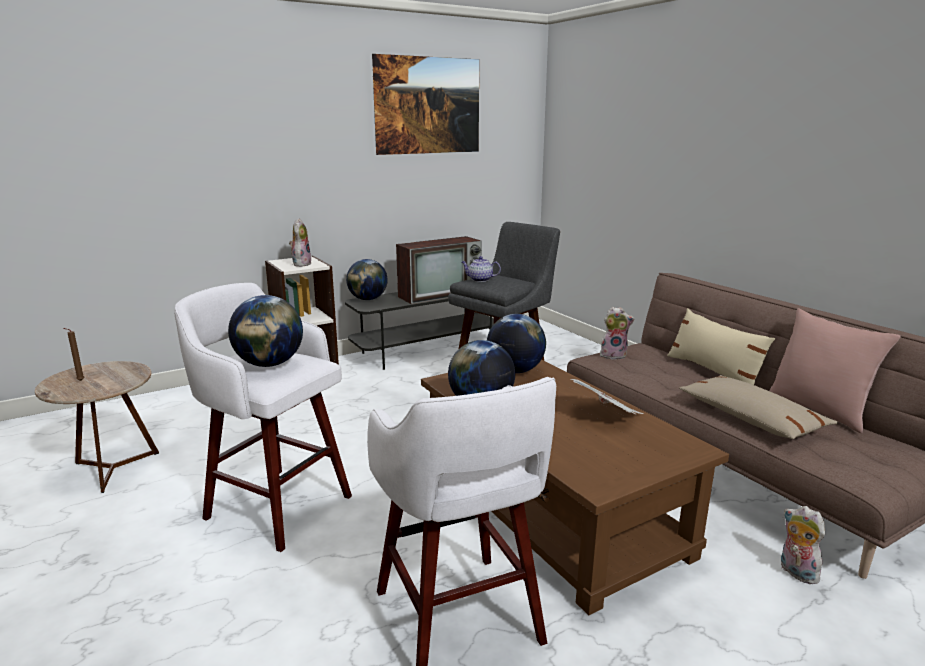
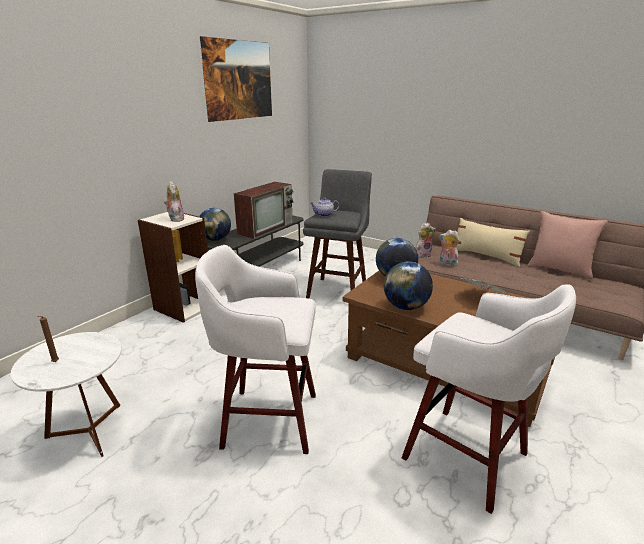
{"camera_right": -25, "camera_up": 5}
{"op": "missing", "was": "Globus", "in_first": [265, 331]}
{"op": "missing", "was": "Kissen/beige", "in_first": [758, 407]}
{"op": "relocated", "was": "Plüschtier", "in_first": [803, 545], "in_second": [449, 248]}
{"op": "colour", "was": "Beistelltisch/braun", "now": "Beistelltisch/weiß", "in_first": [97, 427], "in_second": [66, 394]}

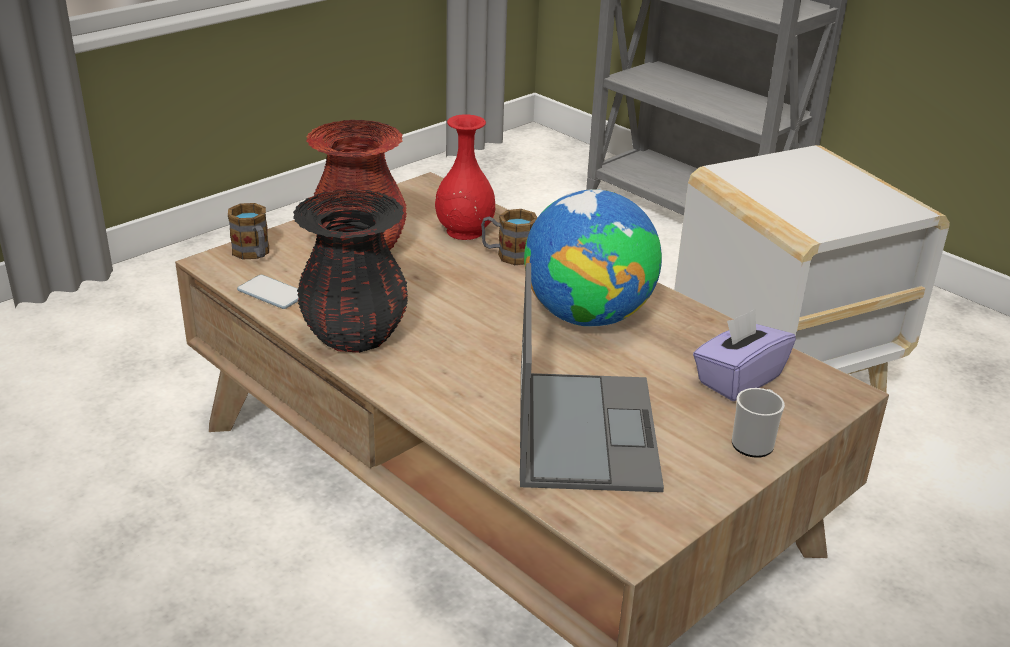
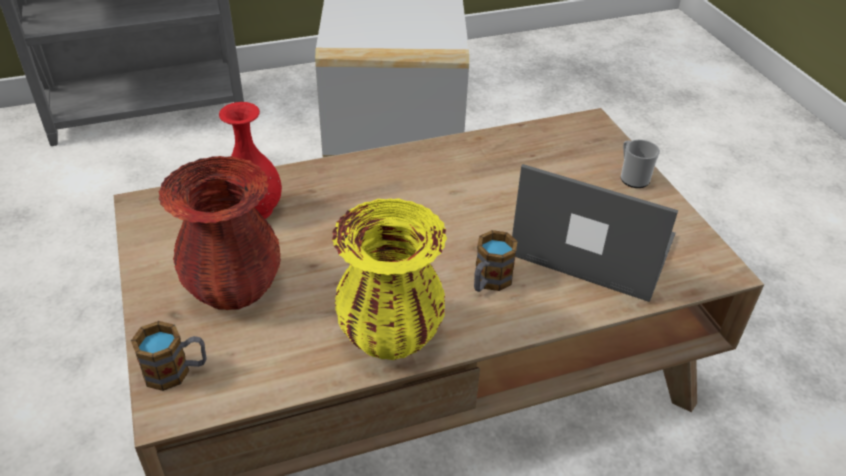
{"camera_right": -65, "camera_up": 10}
{"op": "missing", "was": "Handy", "in_first": [268, 292]}
{"op": "missing", "was": "Globus", "in_first": [593, 258]}
{"op": "missing", "was": "Taschentuchbox/lila", "in_first": [744, 355]}
{"op": "relocated", "was": "Henkelbecher", "in_first": [509, 237], "in_second": [496, 261]}
{"op": "colour", "was": "Vase/schwarz", "now": "Vase/gelb", "in_first": [350, 271], "in_second": [389, 279]}

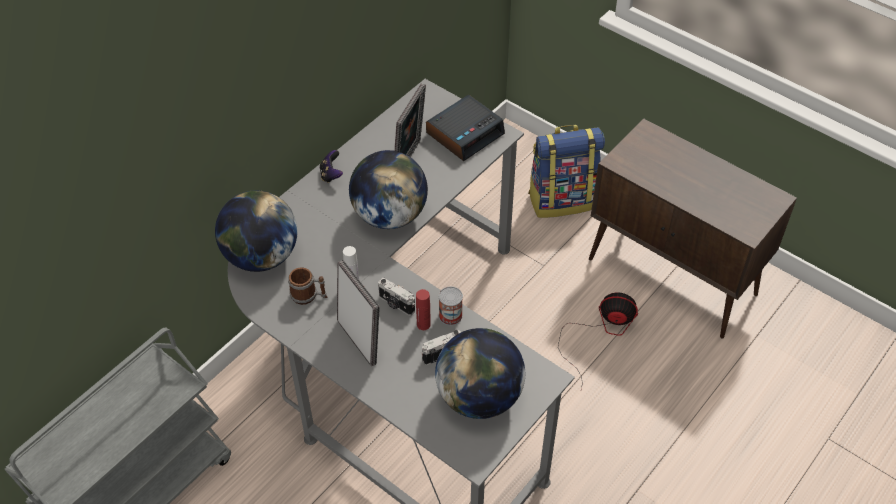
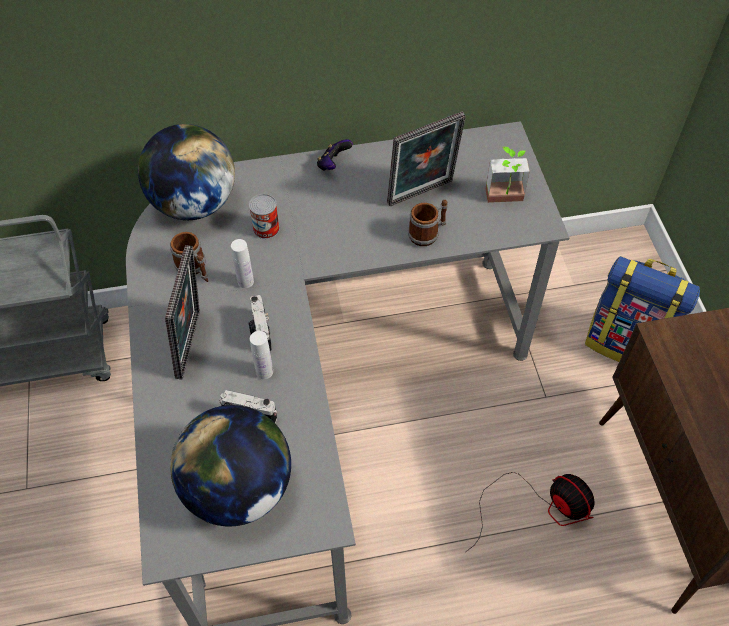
{"camera_right": 40, "camera_up": 5}
{"op": "missing", "was": "Globus", "in_first": [388, 189]}
{"op": "appeared", "now": "Henkelbecher", "in_second": [428, 223]}
{"op": "relocated", "was": "Dose", "in_first": [451, 306], "in_second": [264, 216]}
{"op": "exchanged", "was": "Wecker", "now": "Topfpflanze", "in_first": [465, 128], "in_second": [508, 175]}
{"op": "colour", "was": "Flasche/rot", "now": "Flasche/weiß", "in_first": [423, 309], "in_second": [261, 355]}

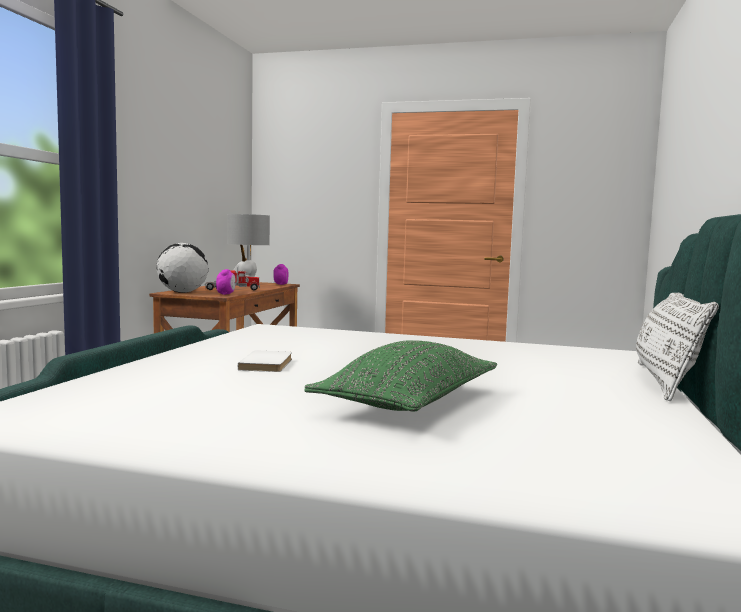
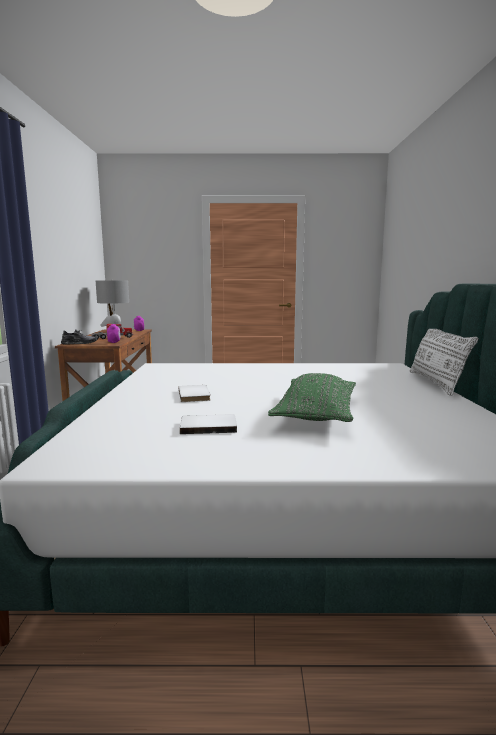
{"camera_right": -15, "camera_up": 5}
{"op": "appeared", "now": "Buch/weiß", "in_second": [208, 424]}
{"op": "exchanged", "was": "Globus", "now": "Schuh/grau", "in_first": [182, 268], "in_second": [79, 337]}

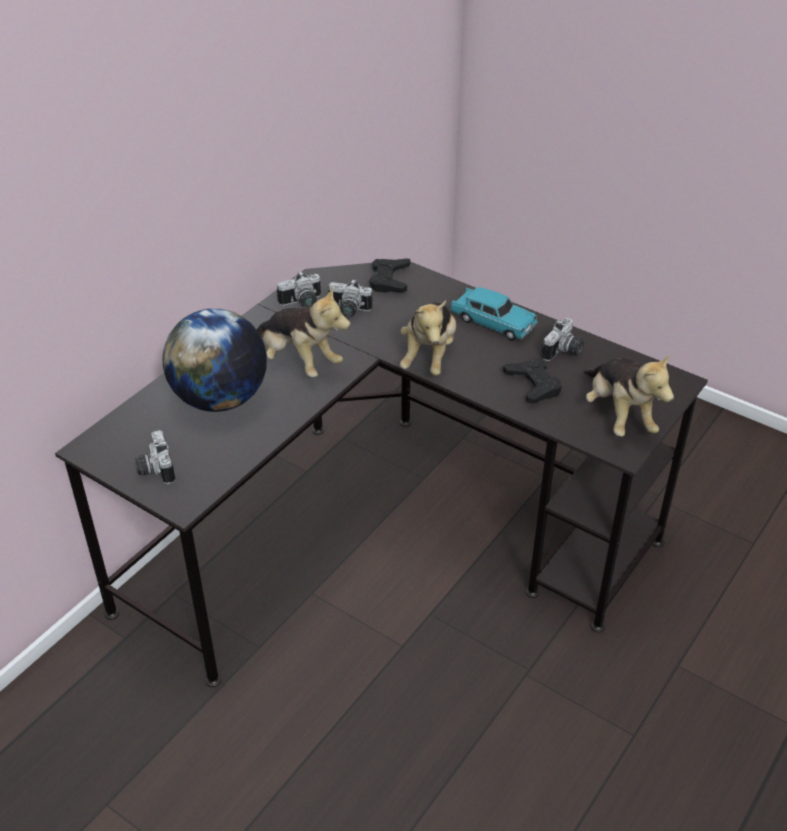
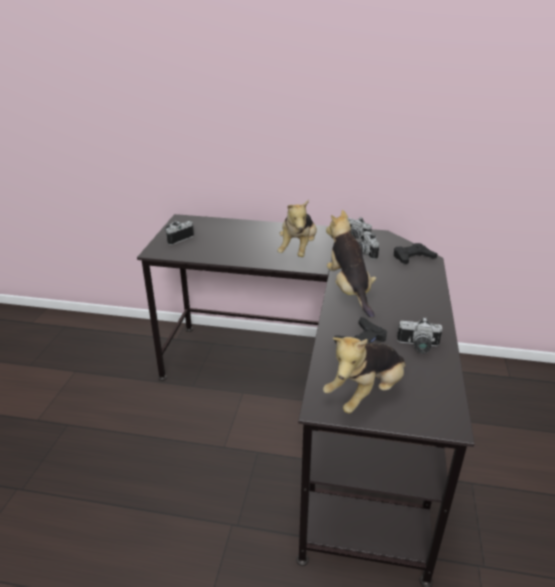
{"camera_right": 65, "camera_up": -10}
{"op": "missing", "was": "Globus", "in_first": [214, 360]}
{"op": "missing", "was": "Spielzeugauto/türkis", "in_first": [494, 313]}
{"op": "spun", "was": "Plüschtier", "in_first": [428, 338], "in_second": [351, 264], "clockwise": 90}

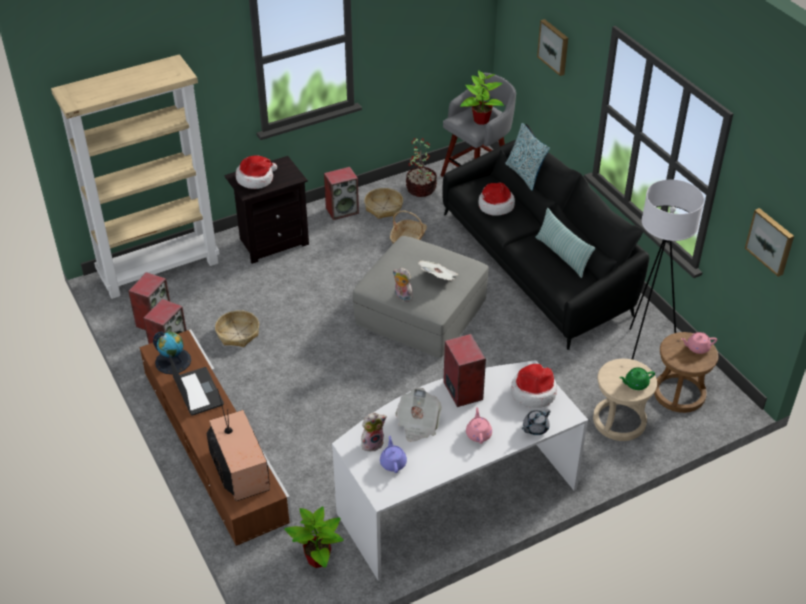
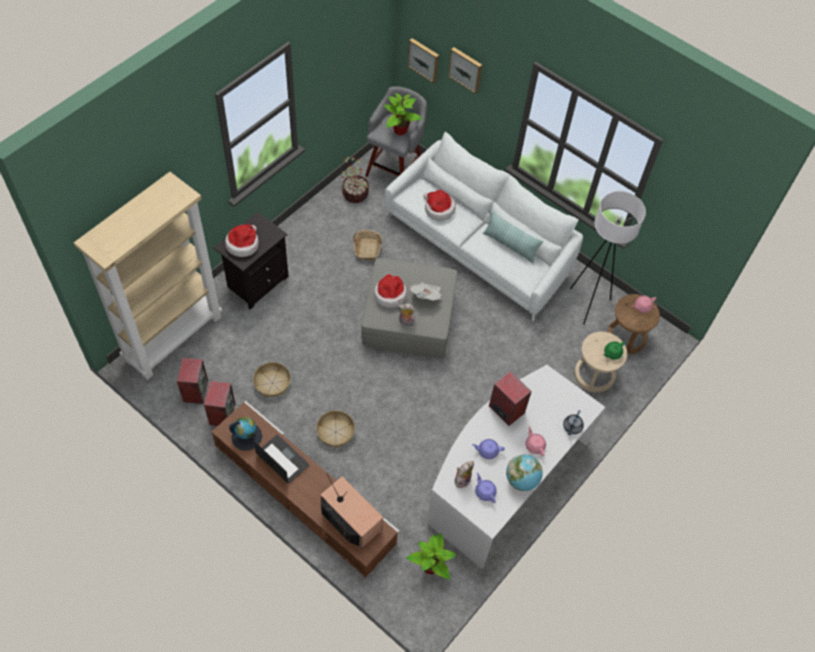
{"camera_right": -25, "camera_up": 15}
{"op": "missing", "was": "Lautsprecher", "in_first": [341, 193]}
{"op": "missing", "was": "Kissen", "in_first": [527, 157]}
{"op": "appeared", "now": "Globus", "in_second": [524, 472]}
{"op": "relocated", "was": "Korb", "in_first": [383, 203], "in_second": [335, 429]}
{"op": "relocated", "was": "Hut", "in_first": [534, 386], "in_second": [390, 290]}
{"op": "relocated", "was": "Bild", "in_first": [769, 242], "in_second": [423, 60]}
{"op": "exchanged", "was": "Zeitung", "now": "Teekanne/lila", "in_first": [418, 415], "in_second": [488, 449]}
{"op": "colour", "was": "Sofa/schwarz", "now": "Sofa/weiß", "in_first": [545, 237], "in_second": [483, 227]}

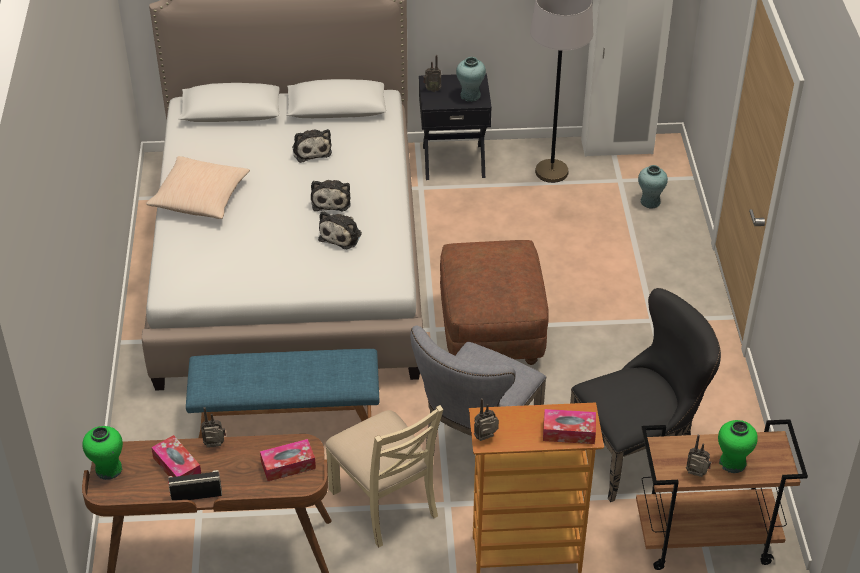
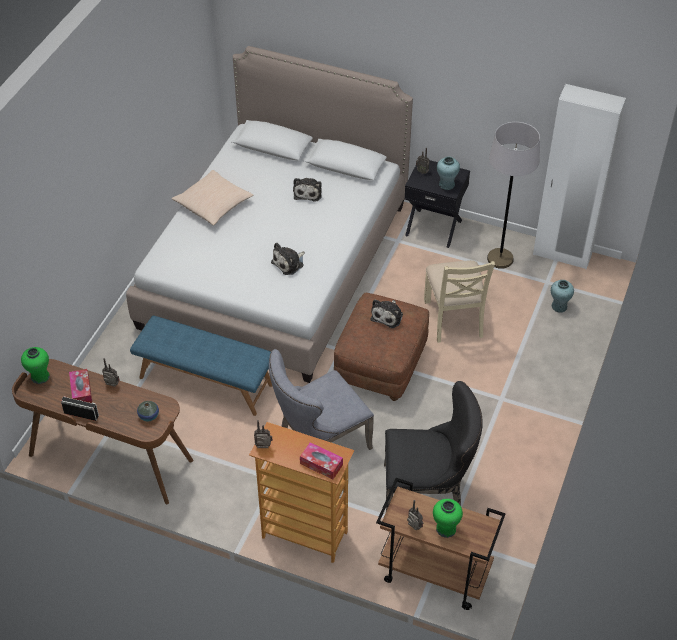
{"camera_right": 25, "camera_up": 5}
{"op": "relocated", "was": "Plüschtier", "in_first": [331, 196], "in_second": [386, 313]}
{"op": "relocated", "was": "Stuhl/beige", "in_first": [384, 476], "in_second": [459, 301]}
{"op": "exchanged", "was": "Taschentuchbox", "now": "Vase", "in_first": [288, 460], "in_second": [148, 411]}

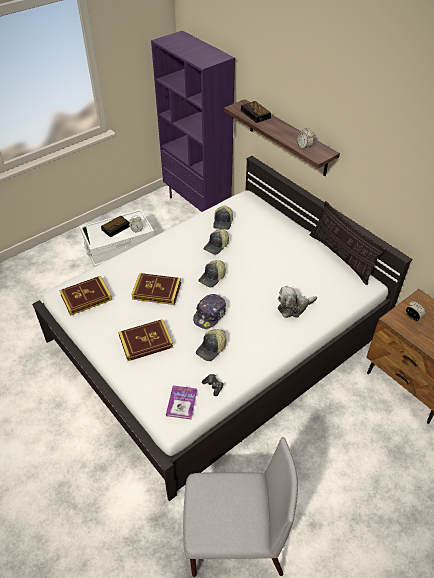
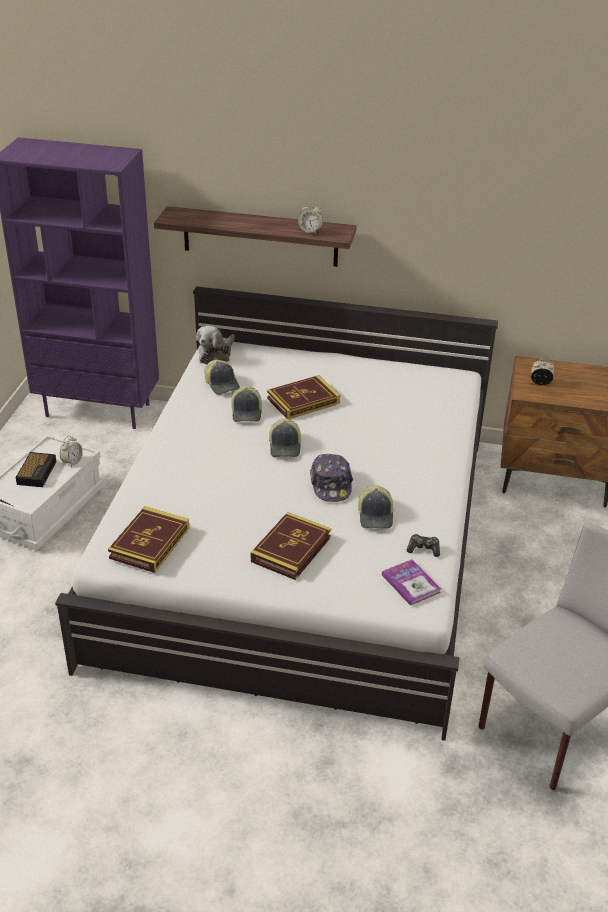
{"camera_right": -40, "camera_up": -10}
{"op": "missing", "was": "Wecker", "in_first": [256, 112]}
{"op": "missing", "was": "Kissen", "in_first": [348, 243]}
{"op": "relocated", "was": "Buch", "in_first": [156, 289], "in_second": [303, 397]}
{"op": "relocated", "was": "Plüschtier", "in_first": [297, 302], "in_second": [215, 345]}

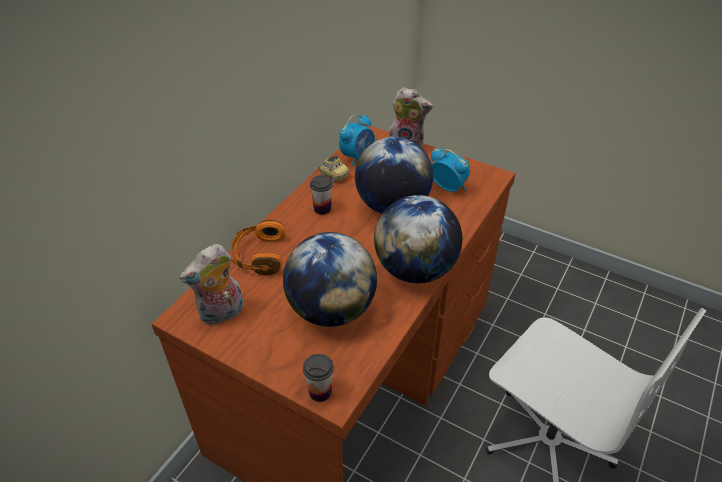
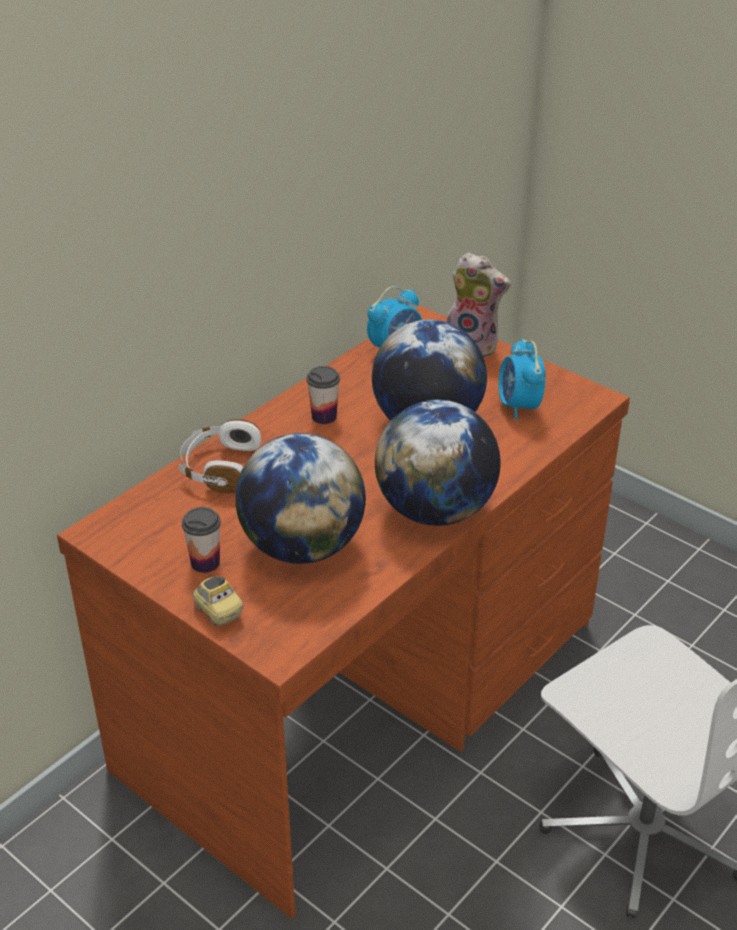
{"camera_right": 10, "camera_up": -5}
{"op": "missing", "was": "Plüschtier", "in_first": [211, 284]}
{"op": "relocated", "was": "Tasse", "in_first": [318, 378], "in_second": [201, 540]}
{"op": "relocated", "was": "Spielzeugauto", "in_first": [334, 168], "in_second": [218, 601]}
{"op": "colour", "was": "Kopfhörer/orange", "now": "Kopfhörer/weiß", "in_first": [258, 247], "in_second": [219, 456]}
{"op": "spun", "was": "Wecker", "in_first": [450, 170], "in_second": [522, 379], "clockwise": -150}

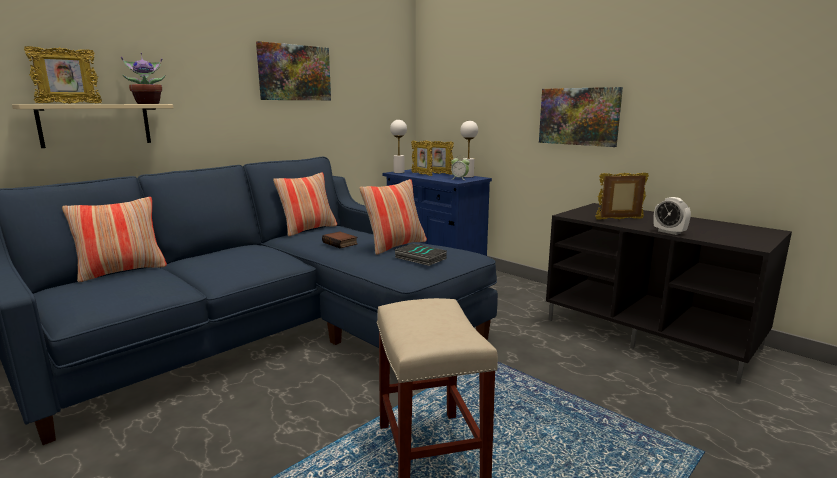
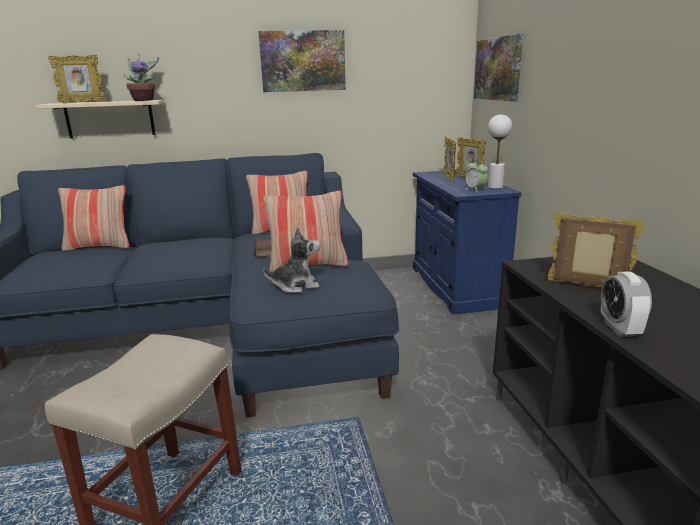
{"camera_right": 35, "camera_up": 5}
{"op": "missing", "was": "Tischlampe/weiß", "in_first": [398, 146]}
{"op": "relocated", "was": "Bild", "in_first": [581, 117], "in_second": [498, 67]}
{"op": "exchanged", "was": "Buch", "now": "Plüschtier", "in_first": [421, 254], "in_second": [292, 260]}

